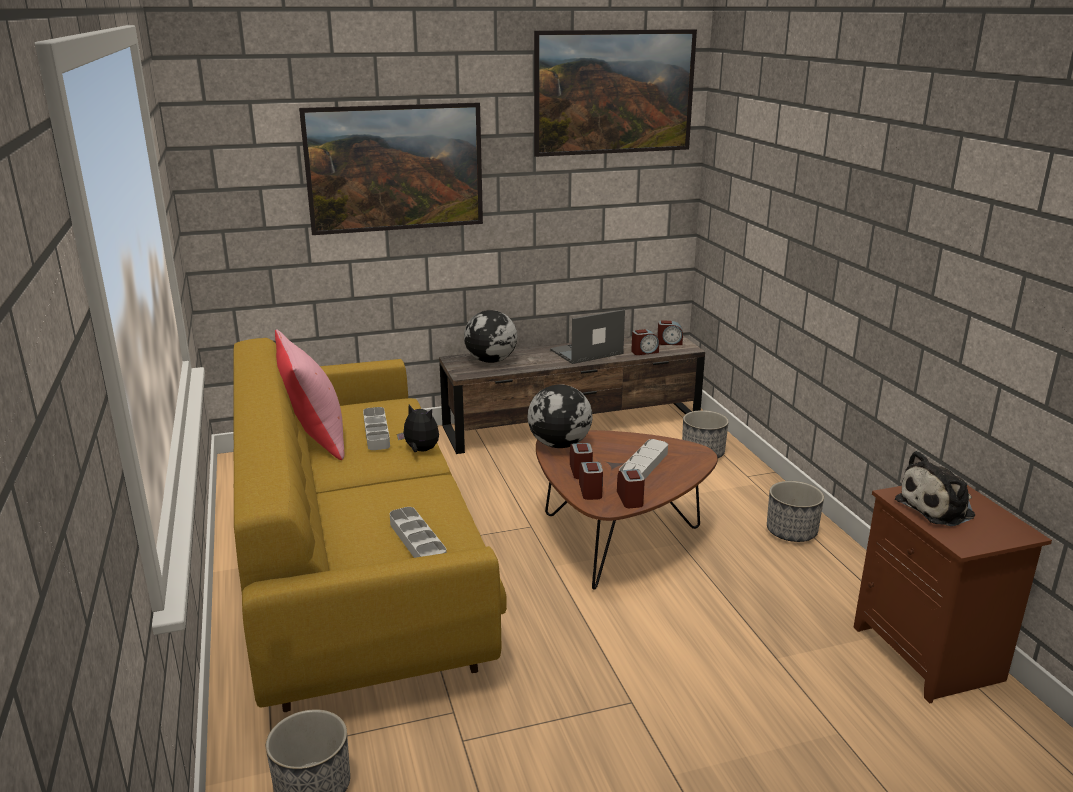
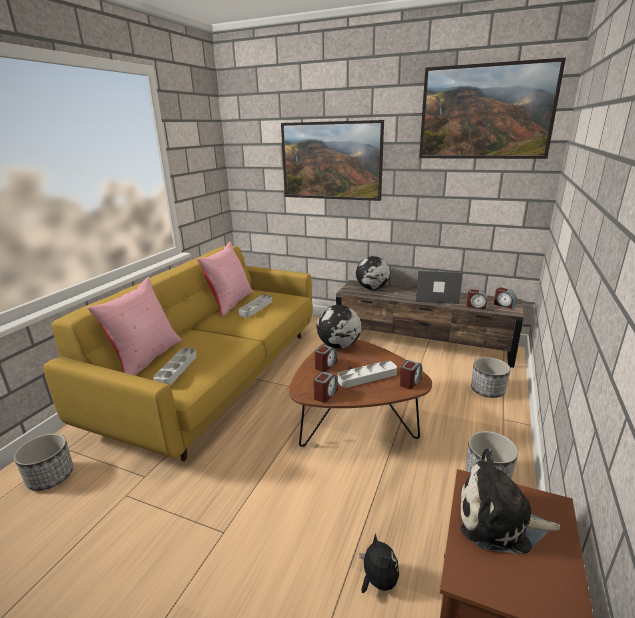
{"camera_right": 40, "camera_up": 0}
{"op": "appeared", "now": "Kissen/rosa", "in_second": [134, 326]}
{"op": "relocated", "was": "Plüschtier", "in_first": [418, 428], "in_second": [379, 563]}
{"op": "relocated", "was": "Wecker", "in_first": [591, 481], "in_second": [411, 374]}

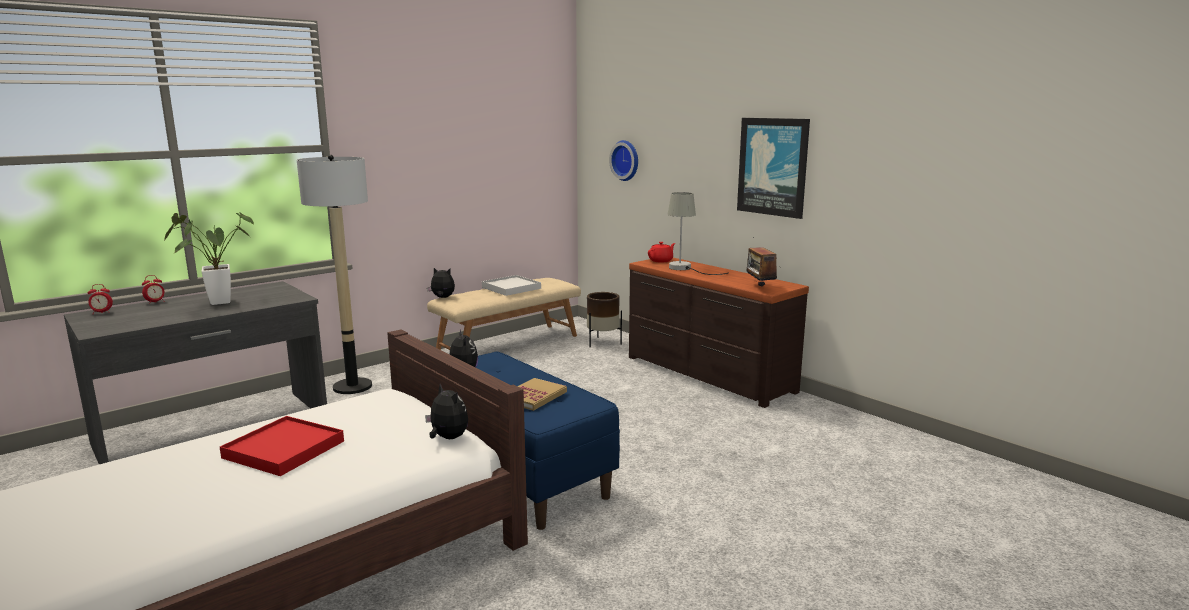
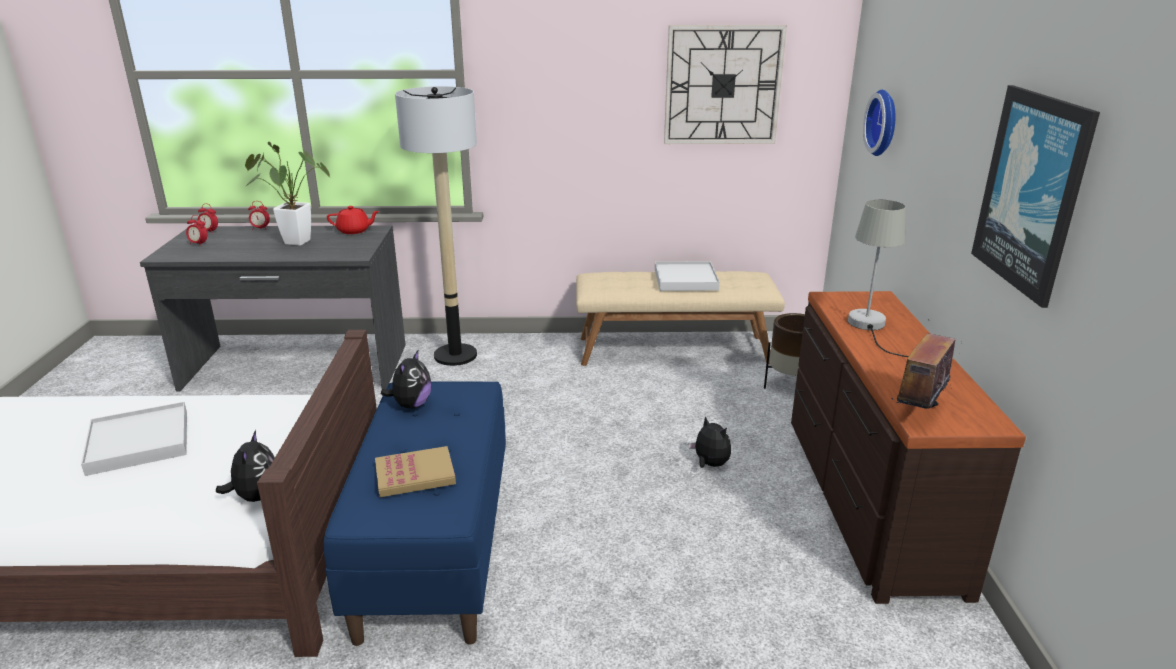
{"camera_right": 40, "camera_up": 10}
{"op": "appeared", "now": "Wecker", "in_second": [196, 230]}
{"op": "appeared", "now": "Wanduhr", "in_second": [725, 84]}
{"op": "relocated", "was": "Plüschtier", "in_first": [441, 283], "in_second": [710, 442]}
{"op": "relocated", "was": "Teekanne/rot", "in_first": [661, 252], "in_second": [353, 220]}
{"op": "colour", "was": "Tablett/rot", "now": "Tablett/weiß", "in_first": [282, 446], "in_second": [134, 439]}

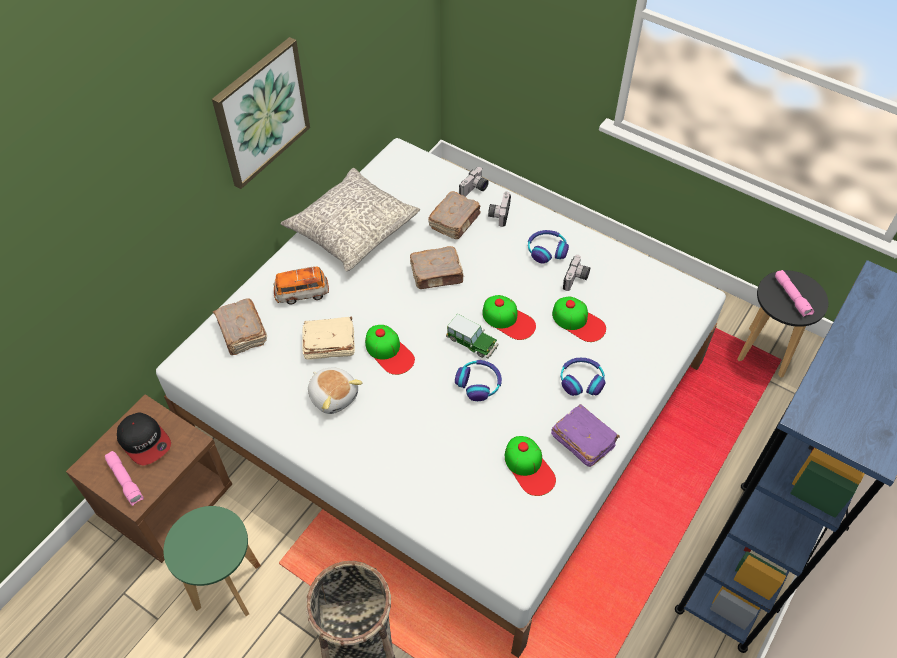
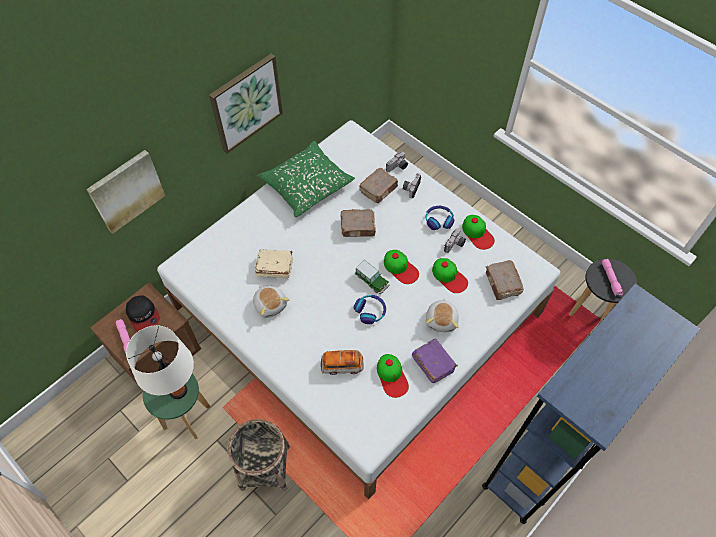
{"camera_right": 10, "camera_up": 5}
{"op": "appeared", "now": "Bild", "in_second": [126, 192]}
{"op": "appeared", "now": "Tischlampe/weiß", "in_second": [160, 362]}
{"op": "relocated", "was": "Buch/braun", "in_first": [240, 326], "in_second": [505, 280]}
{"op": "relocated", "was": "Spielzeugauto", "in_first": [301, 286], "in_second": [342, 362]}
{"op": "relocated", "was": "Kappe", "in_first": [390, 350], "in_second": [478, 232]}
{"op": "exchanged", "was": "Kopfhörer", "now": "Plüschtier", "in_first": [583, 377], "in_second": [442, 315]}
{"op": "colour", "was": "Kissen/grau", "now": "Kissen/grün", "in_first": [350, 219], "in_second": [306, 179]}

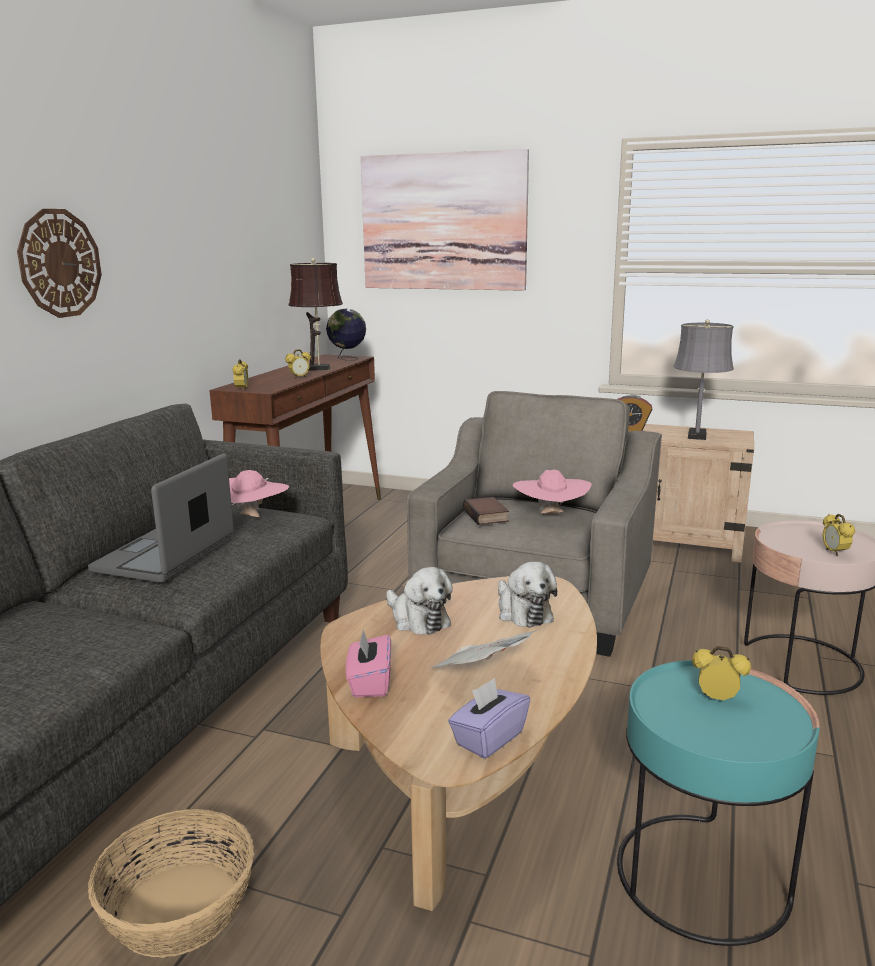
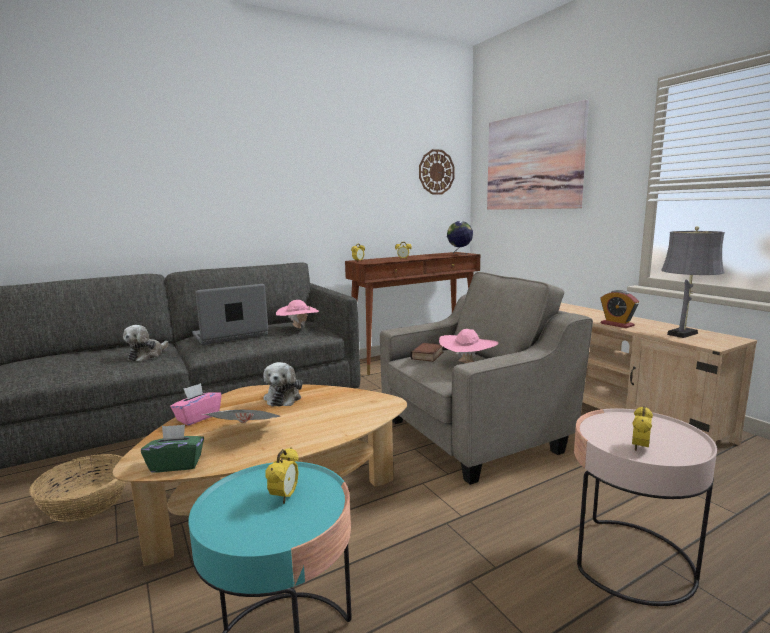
{"camera_right": 40, "camera_up": -5}
{"op": "missing", "was": "Tischlampe/braun", "in_first": [316, 314]}
{"op": "relocated", "was": "Wanduhr", "in_first": [59, 263], "in_second": [437, 172]}
{"op": "relocated", "was": "Plüschtier", "in_first": [527, 595], "in_second": [146, 343]}
{"op": "colour", "was": "Taschentuchbox/lila", "now": "Taschentuchbox/grün", "in_first": [489, 718], "in_second": [172, 448]}
{"op": "spun", "was": "Wecker", "in_first": [721, 673], "in_second": [282, 475], "clockwise": 45}

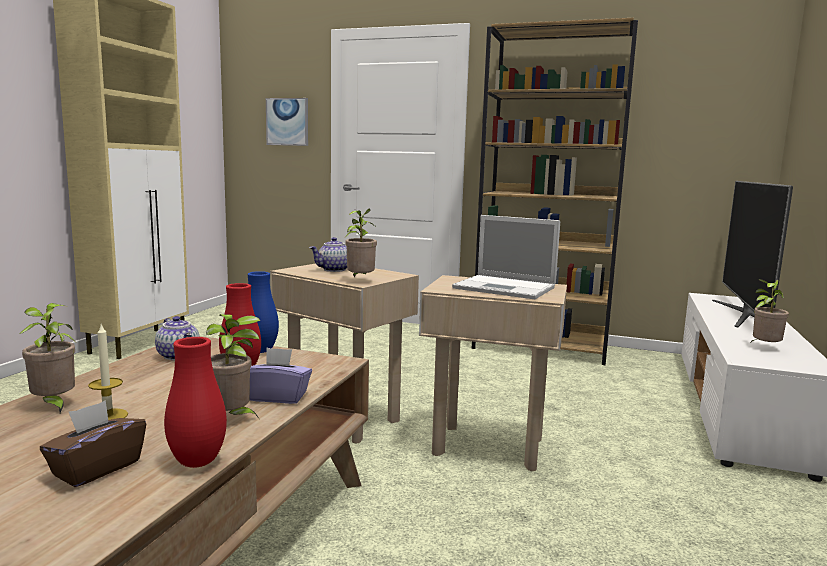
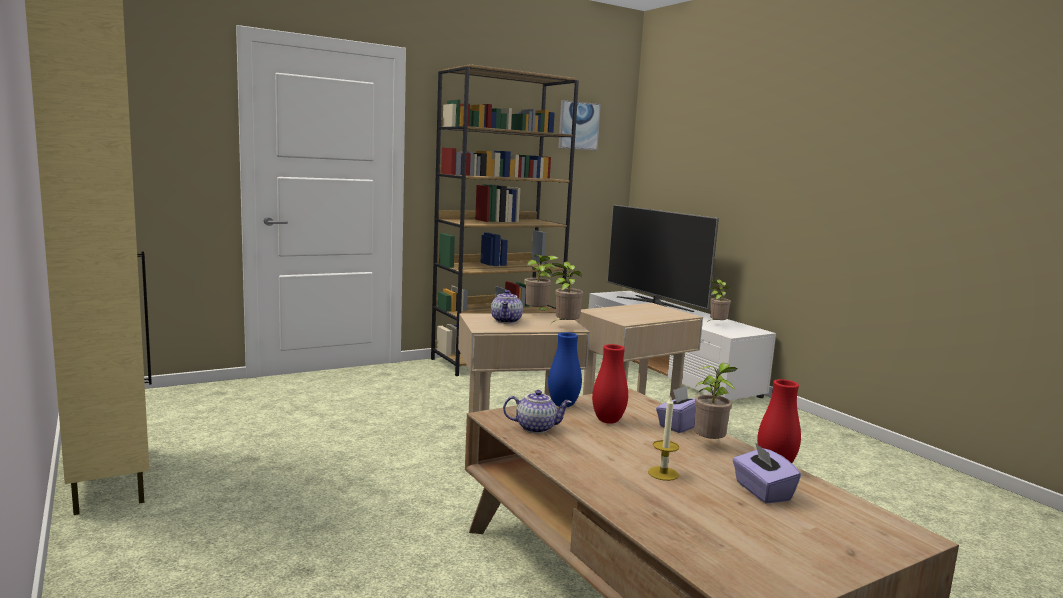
{"camera_right": -50, "camera_up": 0}
{"op": "missing", "was": "Laptop", "in_first": [506, 257]}
{"op": "relocated", "was": "Topfpflanze", "in_first": [47, 358], "in_second": [541, 284]}
{"op": "relocated", "was": "Bild", "in_first": [287, 122], "in_second": [579, 125]}
{"op": "colour", "was": "Taschentuchbox/braun", "now": "Taschentuchbox/lila", "in_first": [93, 443], "in_second": [767, 473]}

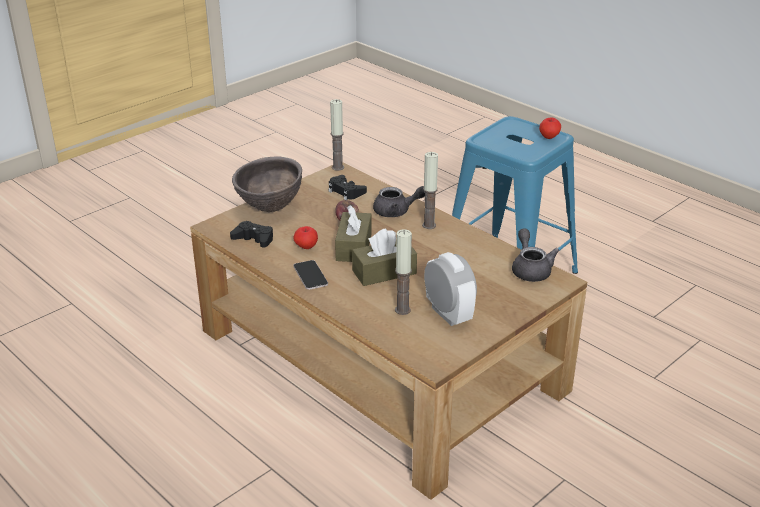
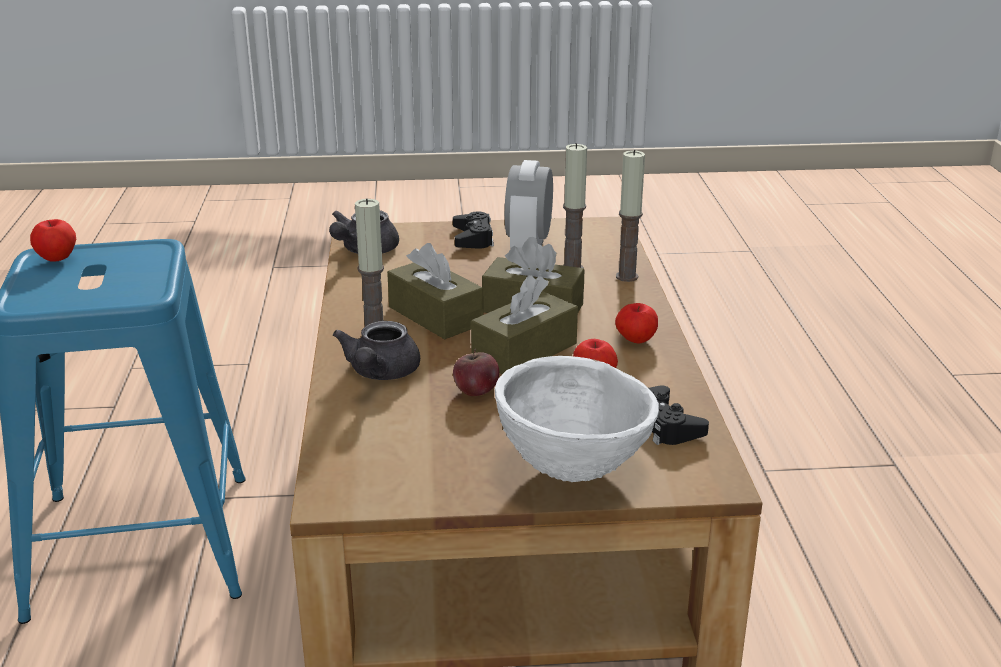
{"camera_right": -140, "camera_up": -5}
{"op": "appeared", "now": "Taschentuchbox/braun", "in_second": [435, 291]}
{"op": "relocated", "was": "Gamepad/schwarz", "in_first": [348, 187], "in_second": [473, 230]}
{"op": "relocated", "was": "Kerze", "in_first": [337, 135], "in_second": [630, 215]}
{"op": "exchanged", "was": "Handy", "now": "Apfel", "in_first": [310, 275], "in_second": [636, 323]}
{"op": "colour", "was": "Schüssel/braun", "now": "Schüssel/weiß", "in_first": [267, 184], "in_second": [576, 419]}
{"op": "spun", "was": "Teekanne/grau", "in_first": [399, 201], "in_second": [376, 350], "clockwise": -120}

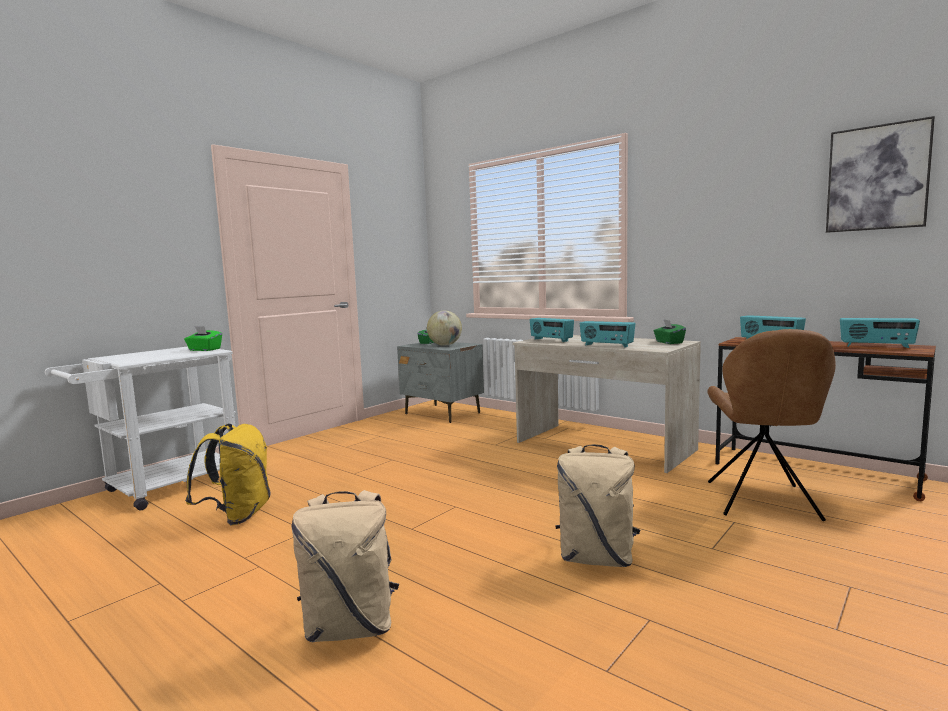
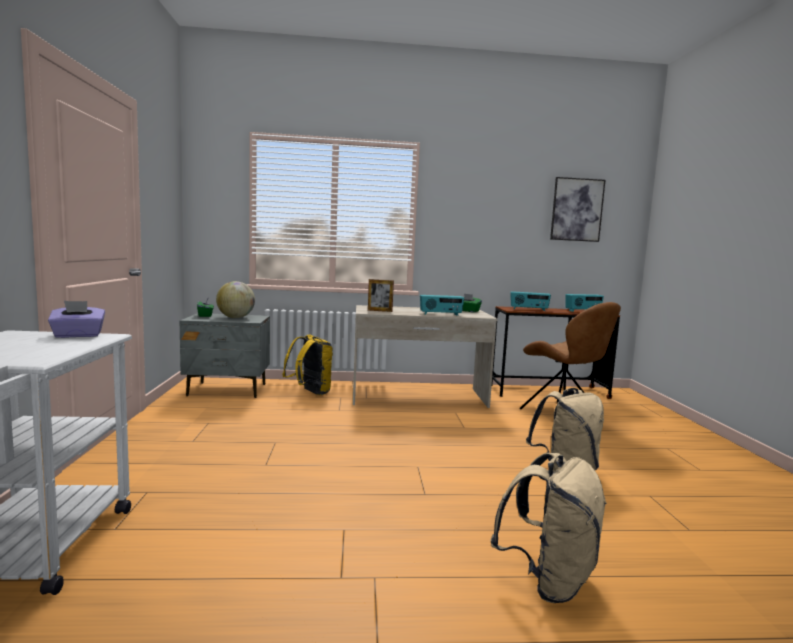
{"camera_right": -45, "camera_up": 0}
{"op": "relocated", "was": "Rucksack/gelb", "in_first": [228, 474], "in_second": [307, 364]}
{"op": "exchanged", "was": "Radio", "now": "Bilderrahmen", "in_first": [552, 330], "in_second": [381, 295]}
{"op": "colour", "was": "Taschentuchbox/grün", "now": "Taschentuchbox/lila", "in_first": [203, 338], "in_second": [76, 319]}

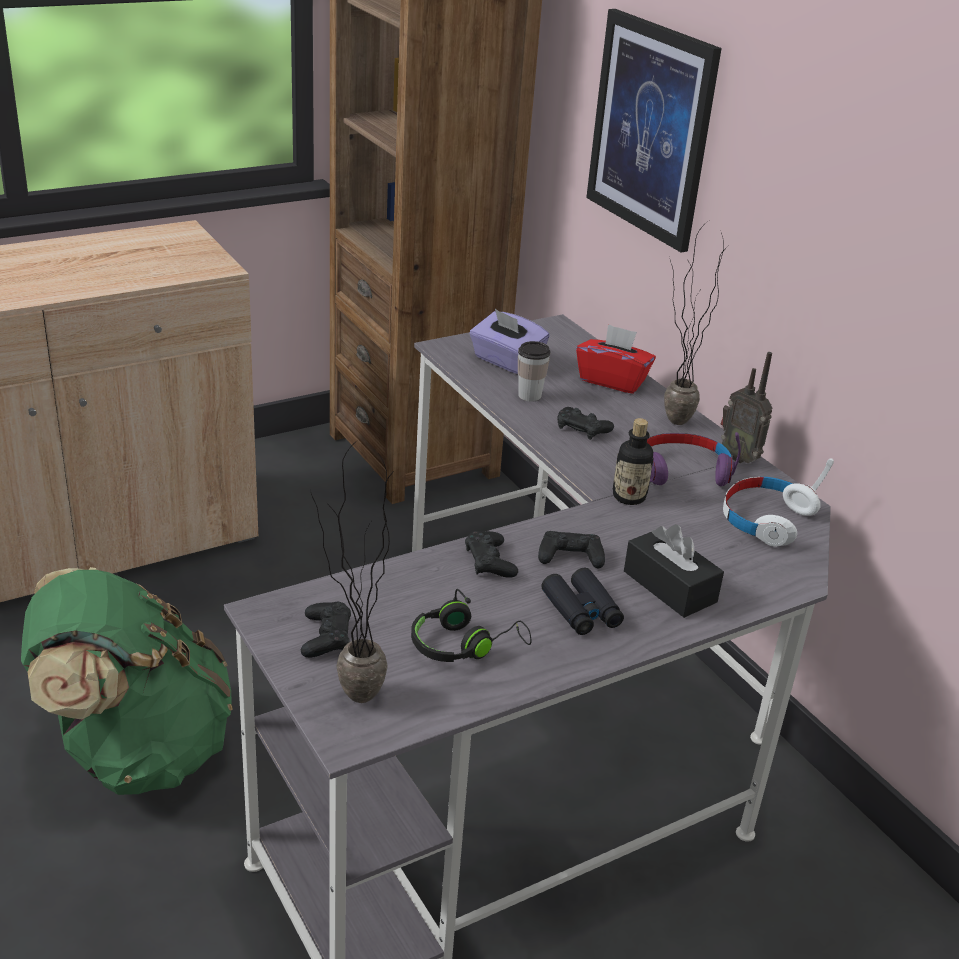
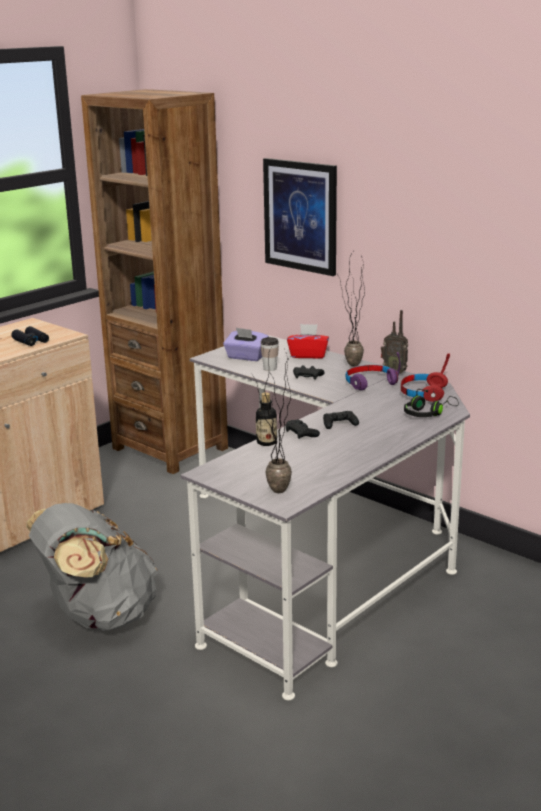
{"camera_right": -15, "camera_up": -10}
{"op": "missing", "was": "Gamepad/schwarz", "in_first": [326, 630]}
{"op": "missing", "was": "Taschentuchbox/schwarz", "in_first": [674, 571]}
{"op": "relocated", "was": "Kopfhörer/schwarz", "in_first": [471, 625], "in_second": [431, 403]}
{"op": "relocated", "was": "Fernglas/schwarz", "in_first": [583, 601], "in_second": [30, 336]}
{"op": "relocated", "was": "Flasche", "in_first": [633, 461], "in_second": [266, 419]}
{"op": "colour", "was": "Rucksack/grün", "now": "Rucksack/grau", "in_first": [126, 681], "in_second": [92, 567]}
{"op": "colour", "was": "Kopfhörer/weiß", "now": "Kopfhörer/rot", "in_first": [778, 502], "in_second": [425, 377]}

